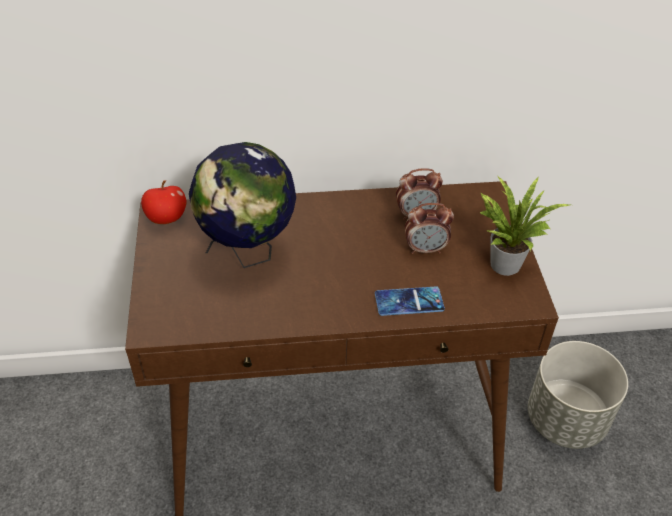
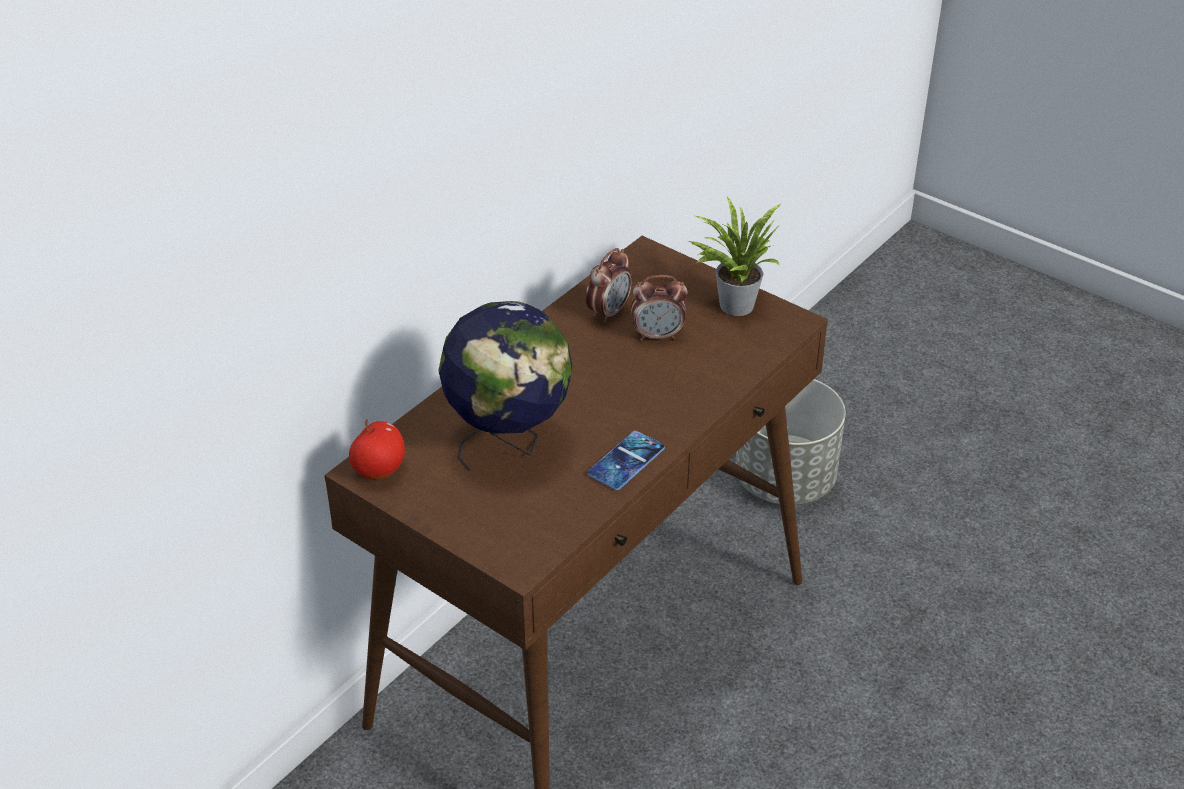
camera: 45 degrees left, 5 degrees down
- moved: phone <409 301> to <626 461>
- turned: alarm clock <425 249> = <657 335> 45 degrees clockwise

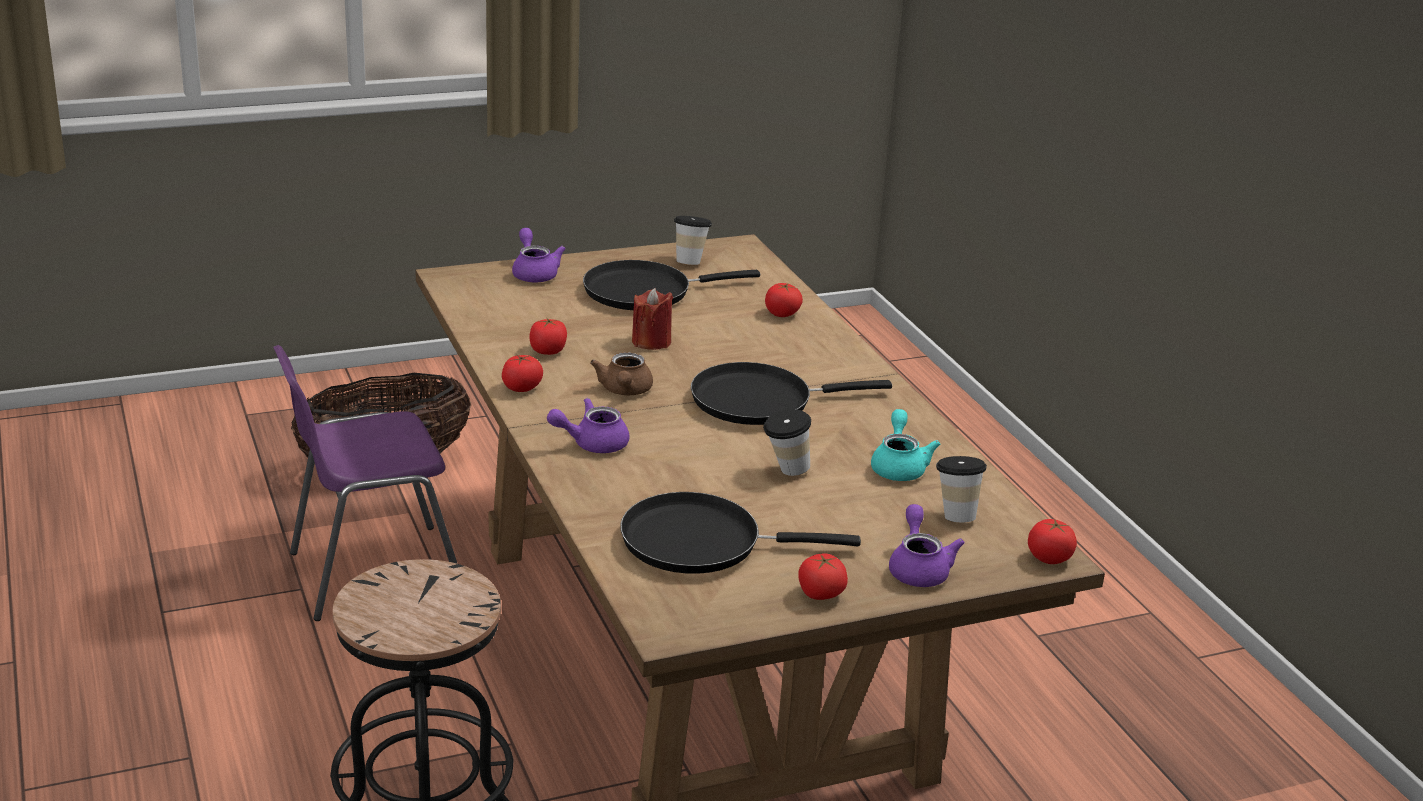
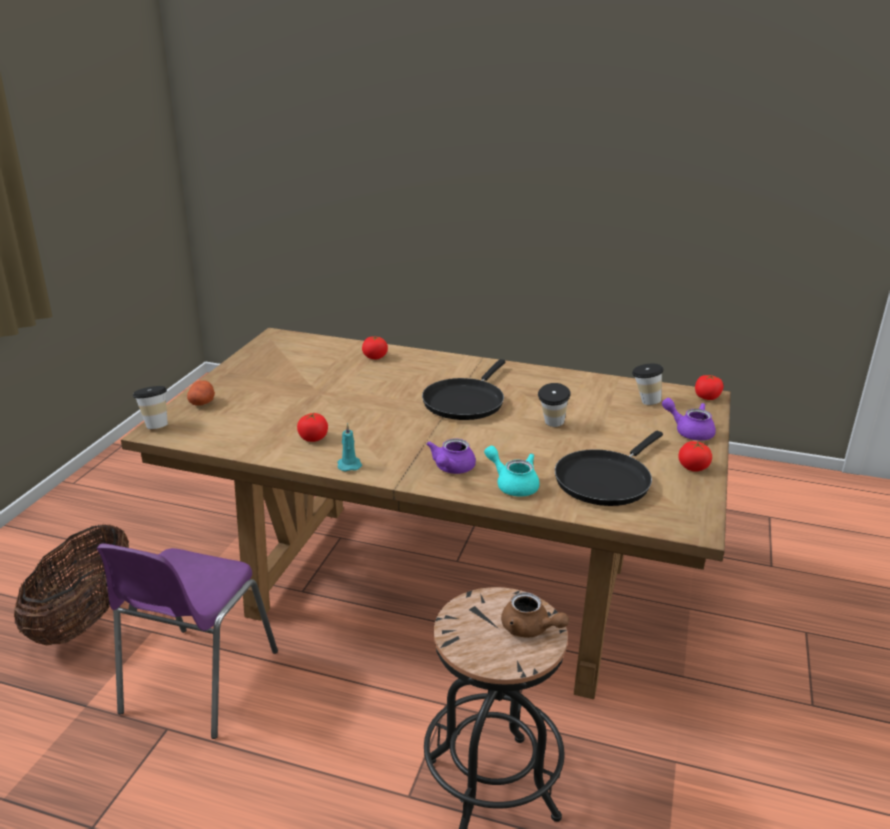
camera: 50 degrees left, 0 degrees up
- moved: cup <690 261> to <155 425>
- replaced: teapot (purple) <534 273> to potato <202 403>
- replaced: tomato <522 388> to candle (turquoise) <349 465>
- moved: teapot (turquoise) <899 466> to <513 484>
- moved: teapot (brown) <624 391> to <530 629>
- removed: frying pan (black) <644 292>
- removed: candle (red) <651 342>

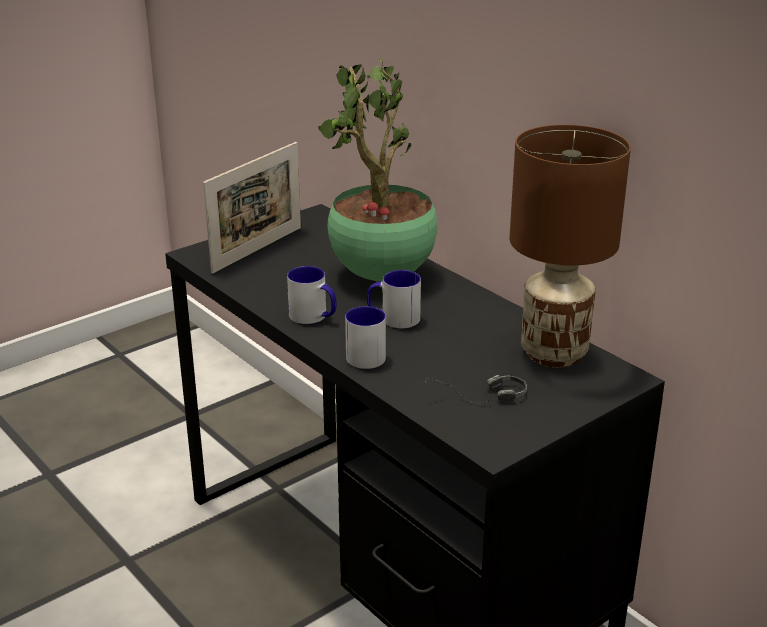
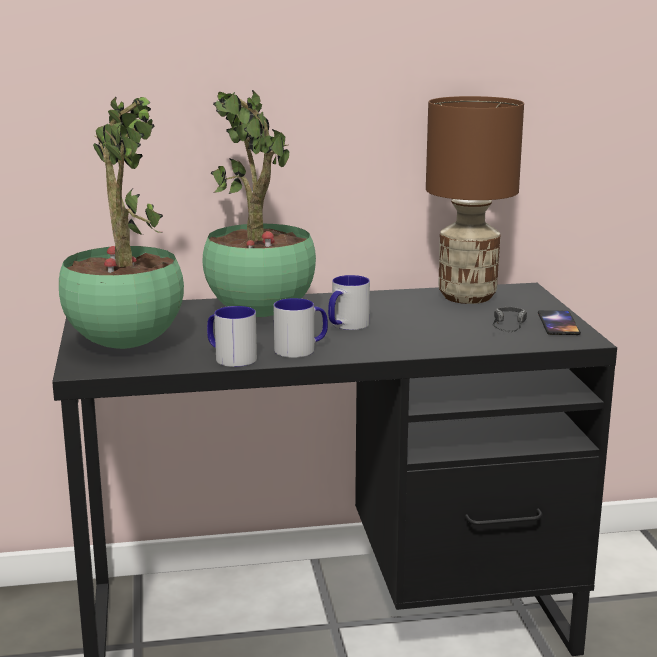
camera: 60 degrees left, 10 degrees down
- replaced: picture frame <257 249> to potted plant <124 343>
- moved: mug <367 354> to <230 357>
- added: phone <558 323>

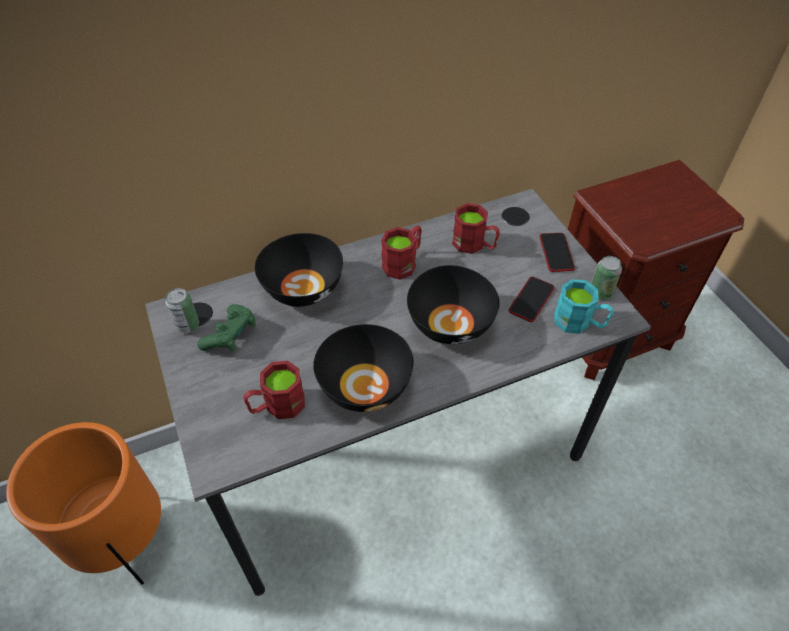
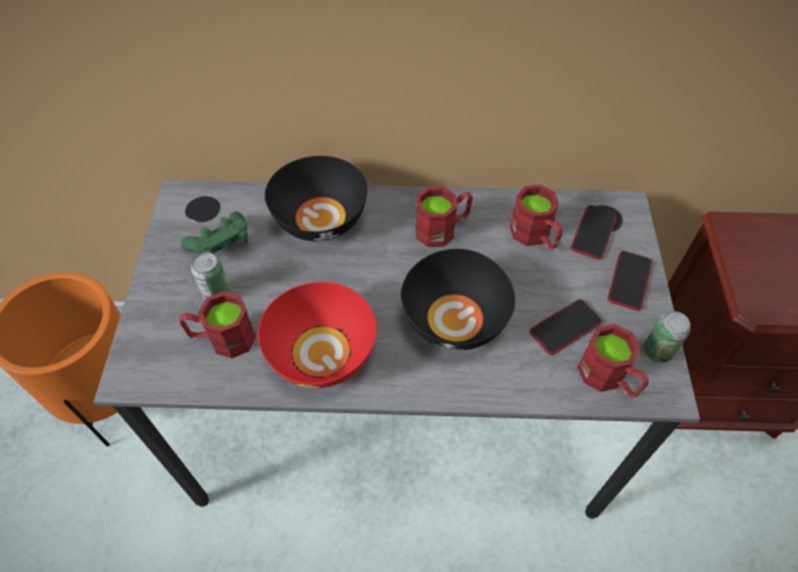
camera: 25 degrees right, 5 degrees up
- moved: can <187 325> to <217 293>
- recoloured: bowl (black) <365 384> to bowl (red) <323 352>
- added: phone <593 232>
- recoloured: mug (turquoise) <579 322> to mug (red) <608 378>

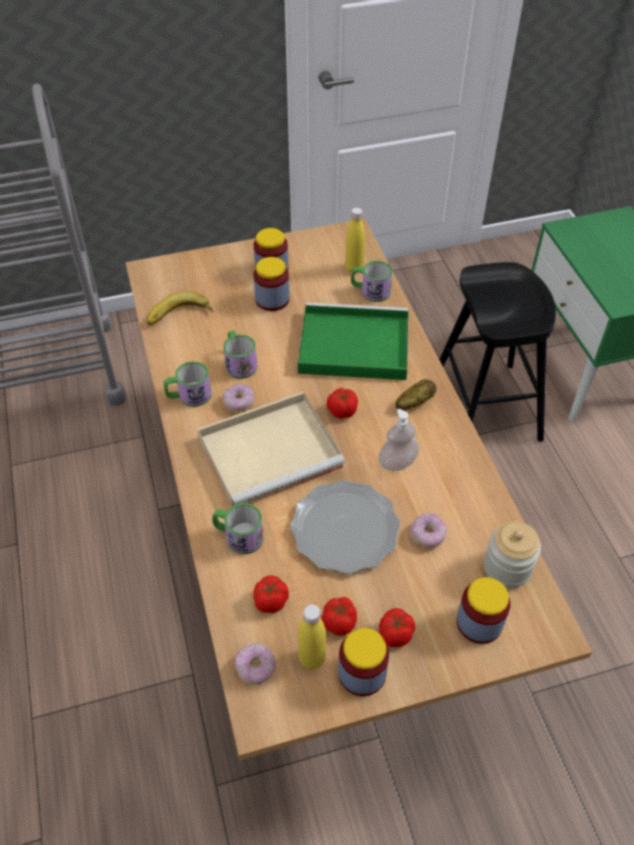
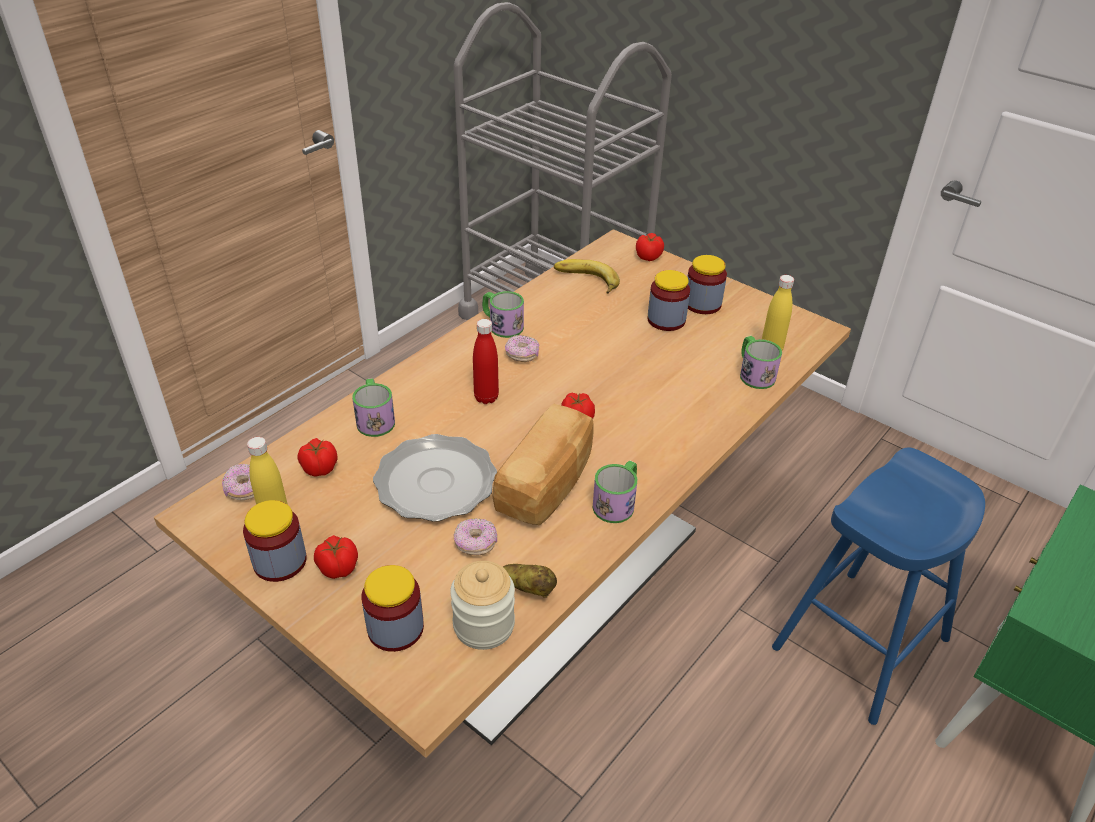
camera: 55 degrees right, 10 degrees down
- replaced: tray (beige) <272 451> to bottle (red) <486 398>
- replaced: soap dispenser <397 463> to bread <548 484>
- moved: potato <414 403> to <528 588>
- moved: mug <239 363> to <617 502>
- moved: tomato <339 622> to <649 257>
- recoloured: stool (black) <486 406> to stool (blue) <861 643>
- removed: tray (green) <351 346>

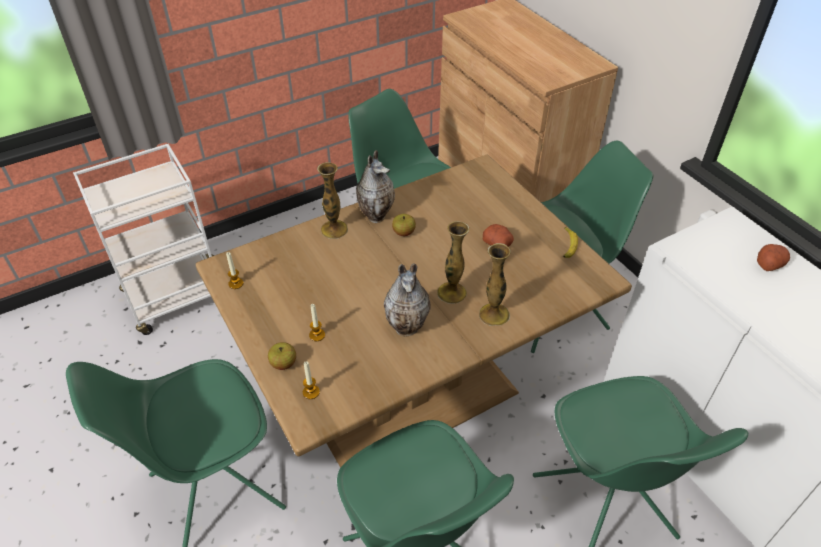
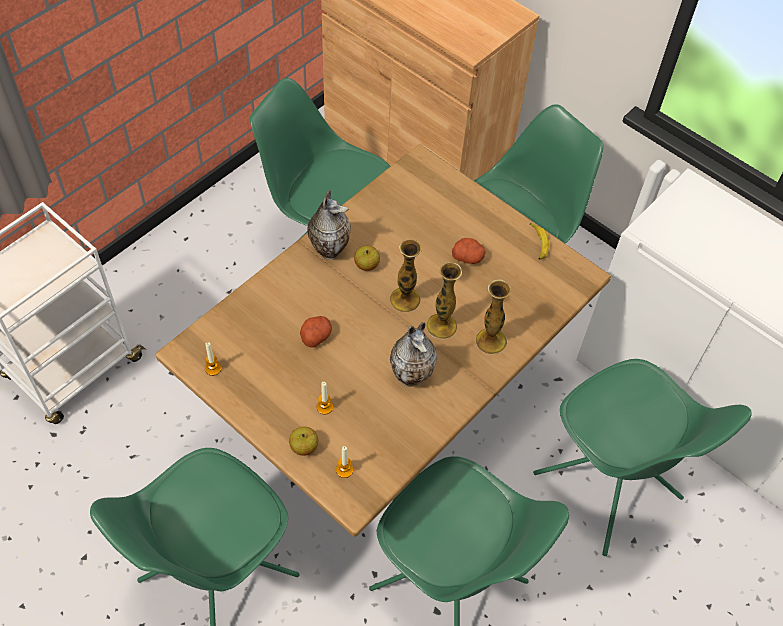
camera: 20 degrees left, 10 degrees up
- moved: potato <769 264> to <316 336>
- moved: vase <334 229> to <405 299>

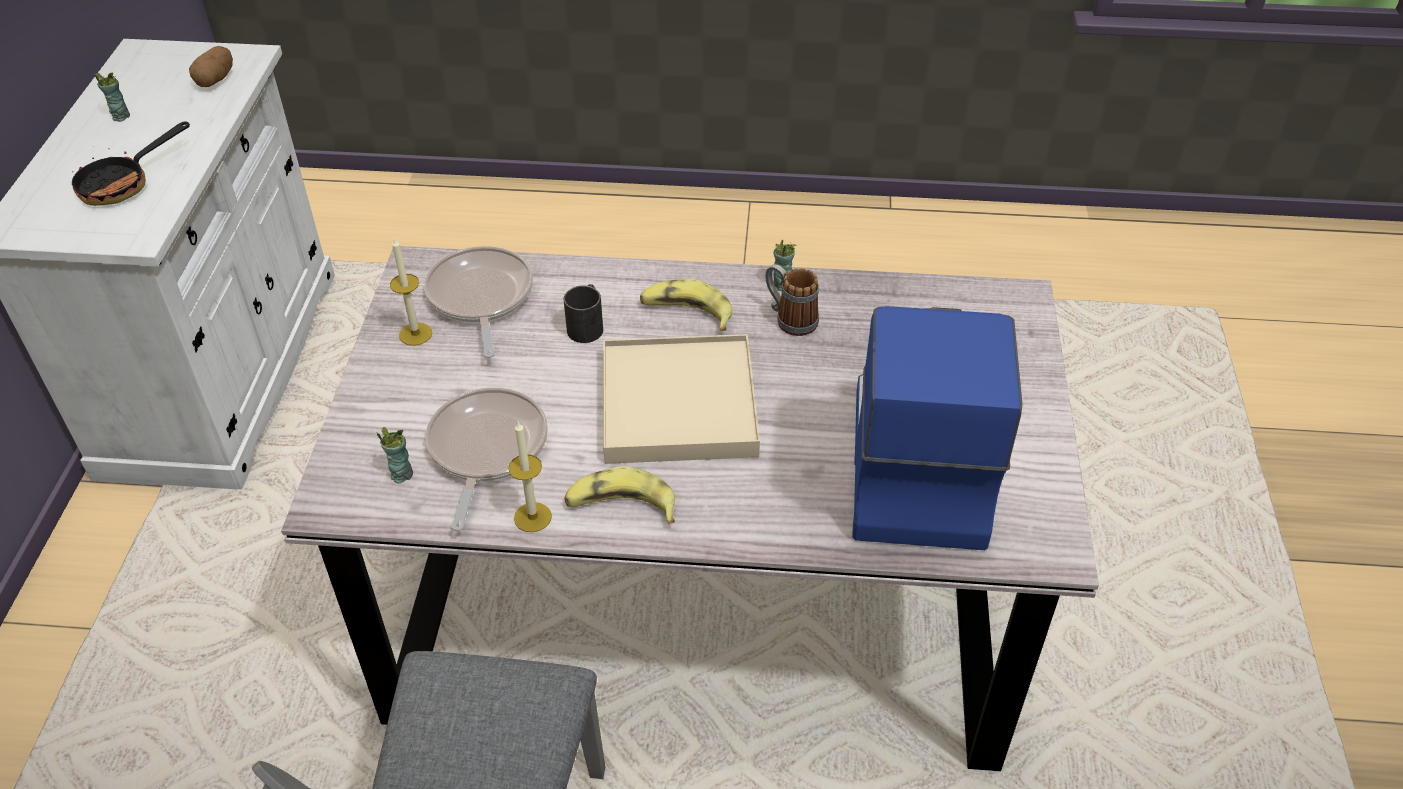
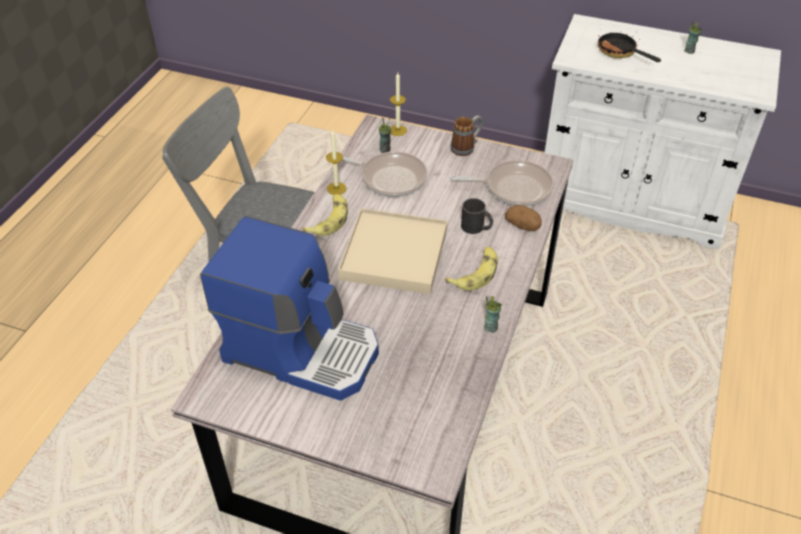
camera: 105 degrees right, 0 degrees up
- moved: candle <415 334> to <397 130>
- moved: mug <789 319> to <466 147>
- moved: potato <216 79> to <523 226>

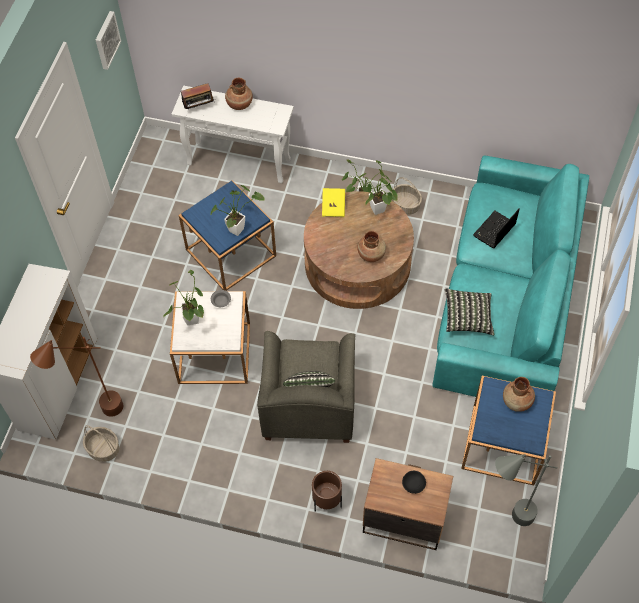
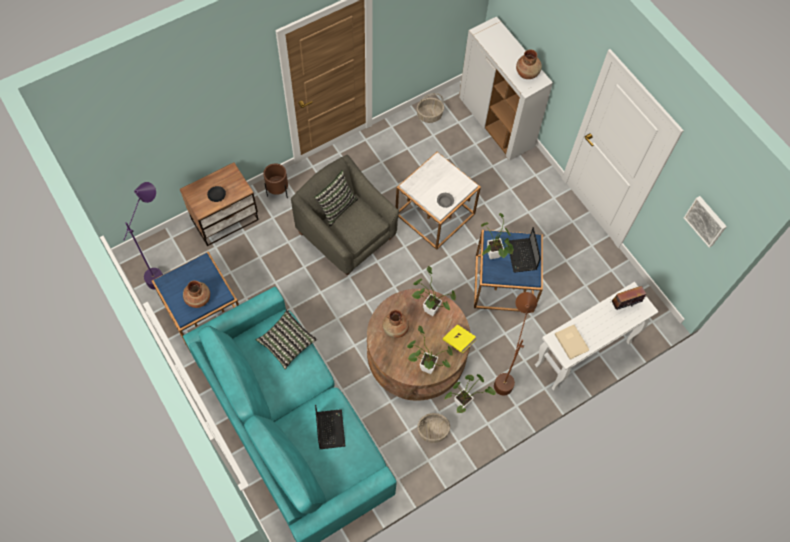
camera: 130 degrees right, 5 degrees up
- recoloured: floor lamp (grey) <505 520> to floor lamp (purple) <164 268>
- moved: potted plant <192 323> to <428 308>
- moved: floor lamp (brown) <96 416> to <504 371>
- added: laptop <522 256>
- moved: vase (brown) <239 104> to <527 73>
- added: book (beige) <572 341>
- turned: radio <199 107> = <624 304> 45 degrees clockwise

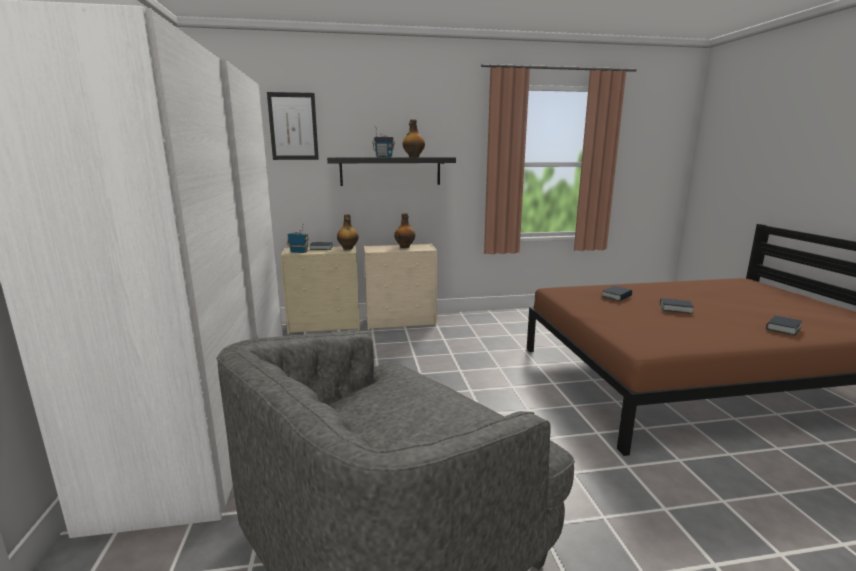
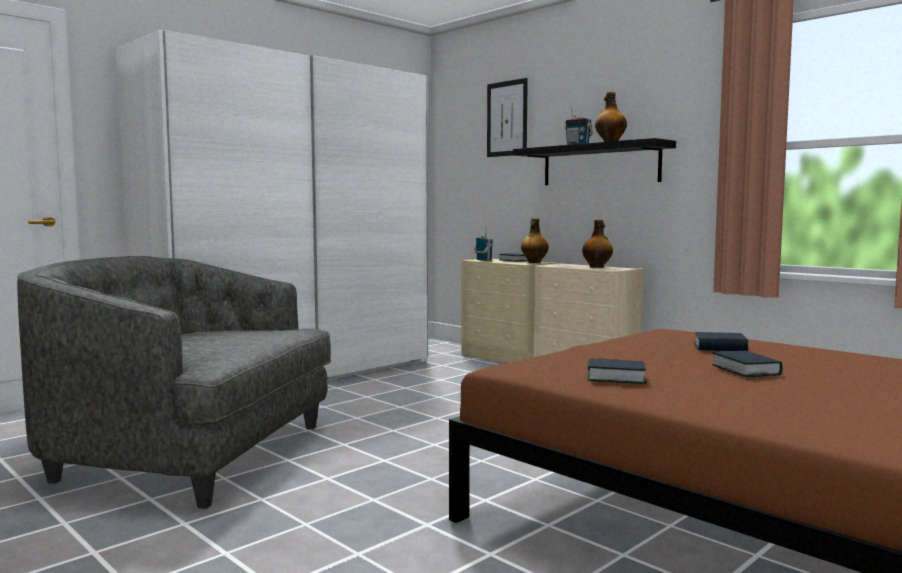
camera: 55 degrees right, 10 degrees down
- moved: book <783 329> to <615 378>

